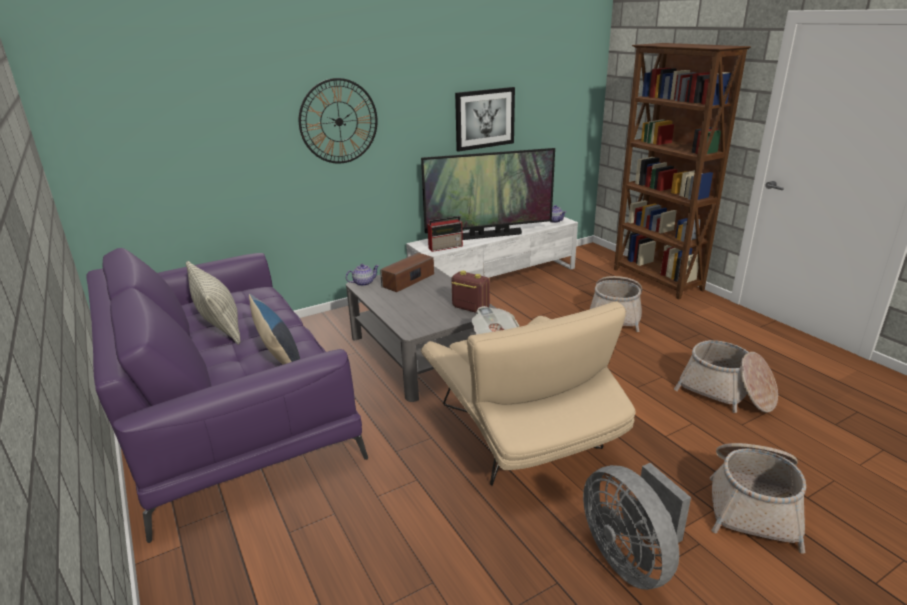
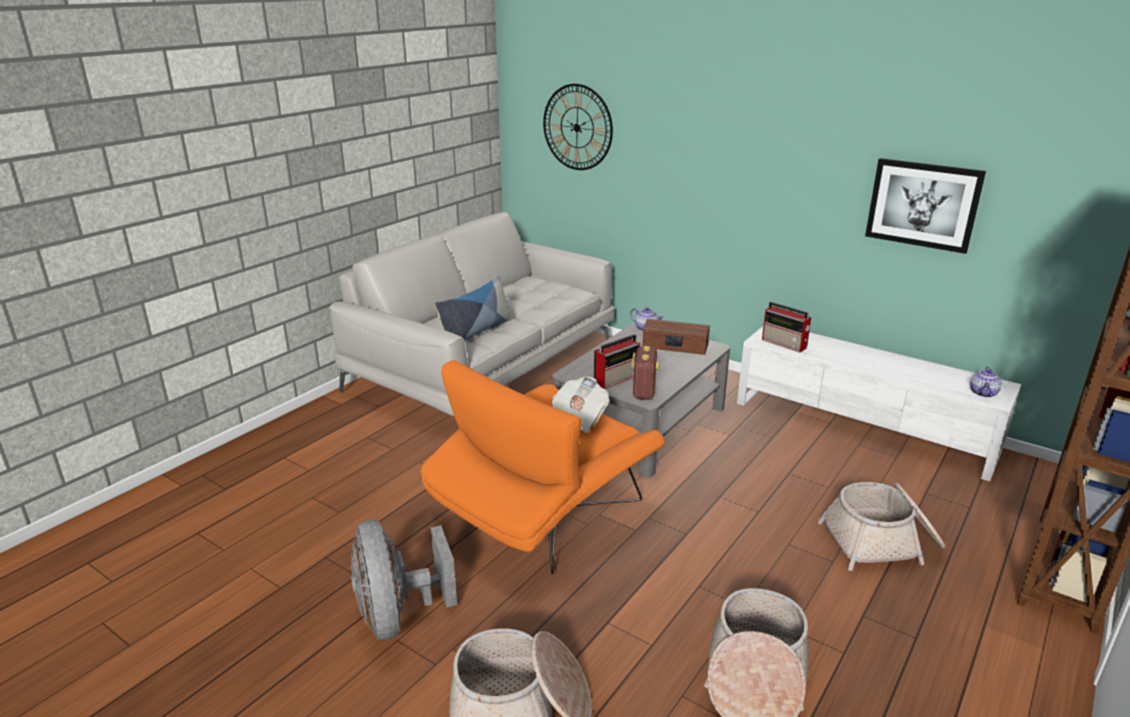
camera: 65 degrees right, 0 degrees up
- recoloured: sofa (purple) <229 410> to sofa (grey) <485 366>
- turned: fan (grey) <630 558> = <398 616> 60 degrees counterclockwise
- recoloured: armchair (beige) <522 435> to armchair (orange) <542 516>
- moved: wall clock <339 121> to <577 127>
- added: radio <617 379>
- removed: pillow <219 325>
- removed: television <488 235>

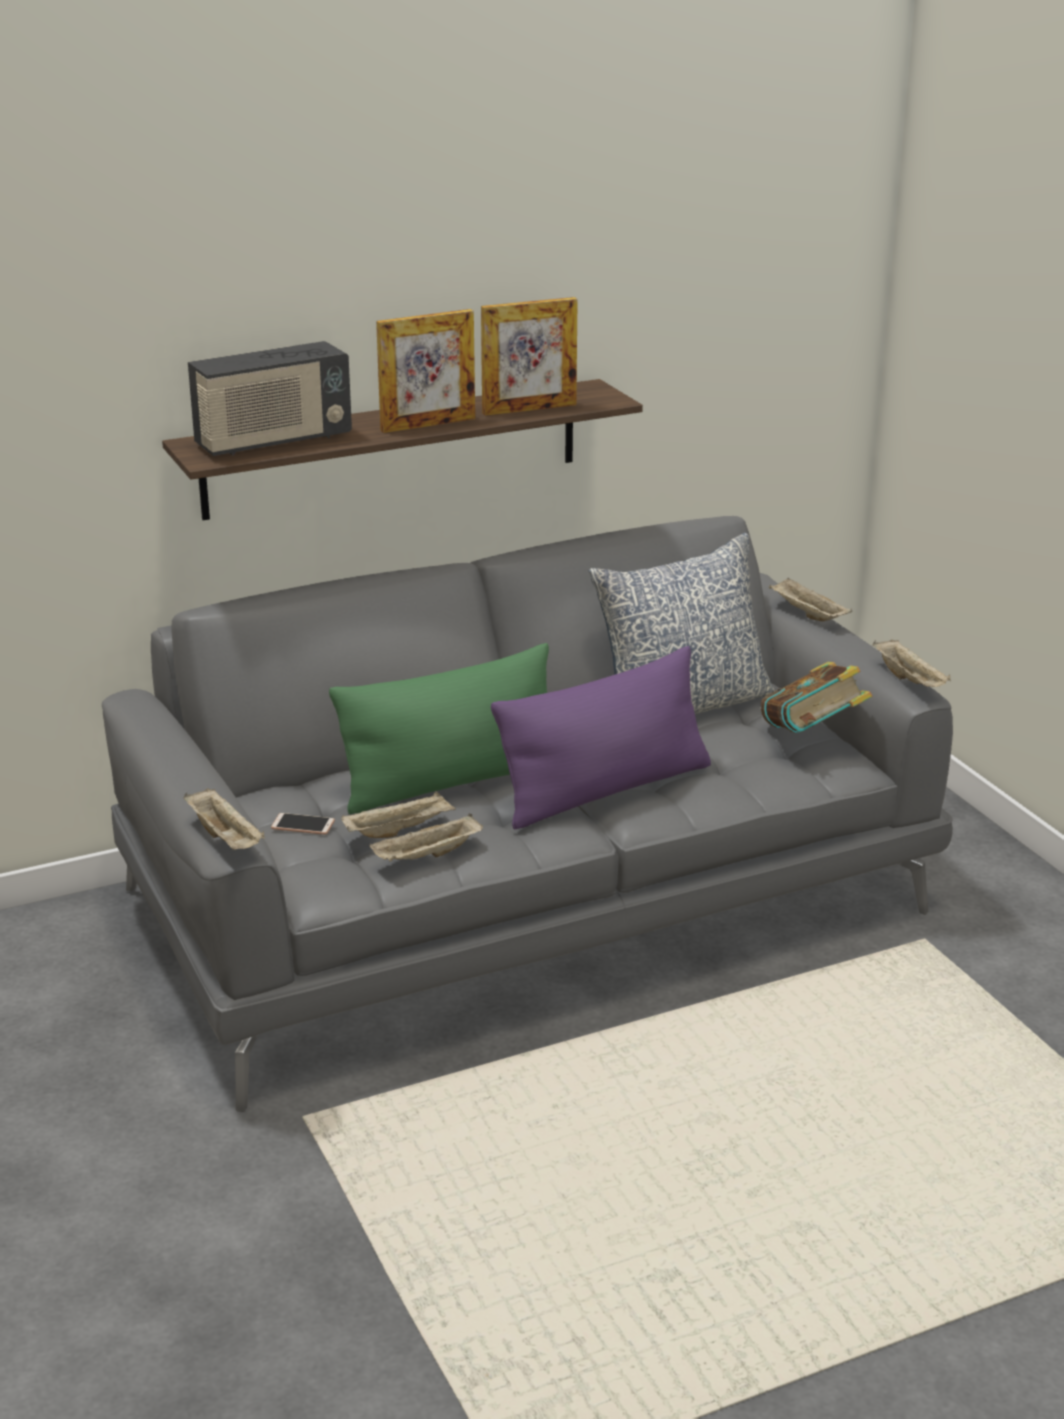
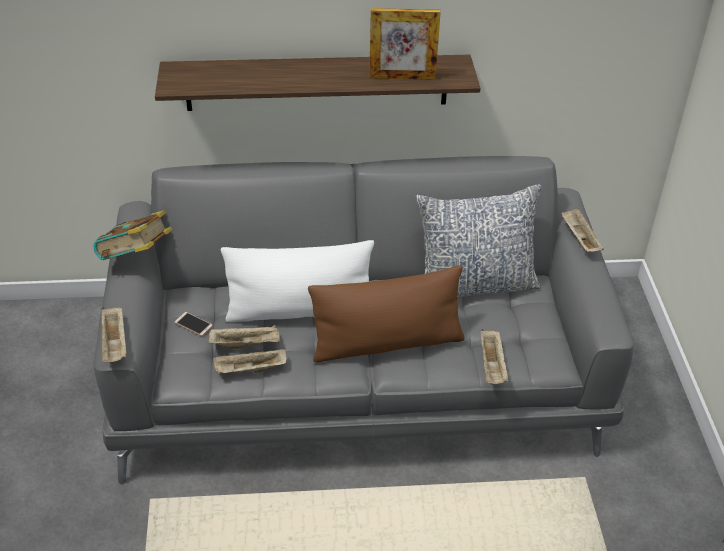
camera: 20 degrees right, 15 degrees up
- moved: book <812 736> to <136 258>
- recoloured: pillow (green) <453 781> to pillow (white) <300 311>
- recoloured: pillow (purple) <605 790> to pillow (brown) <387 343>
- moved: tray (beige) <910 680> to <492 365>
- removed: radio <273 442>
- removed: picture frame <428 424>

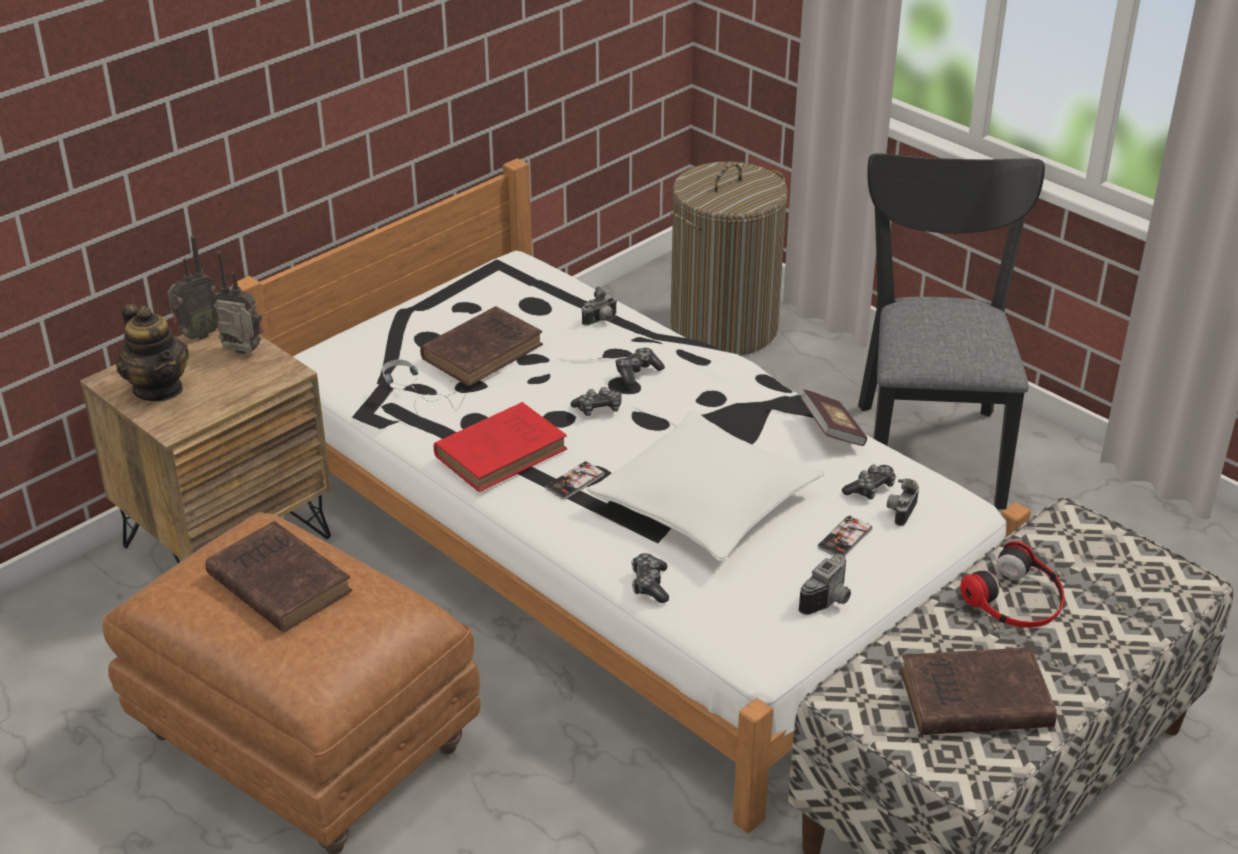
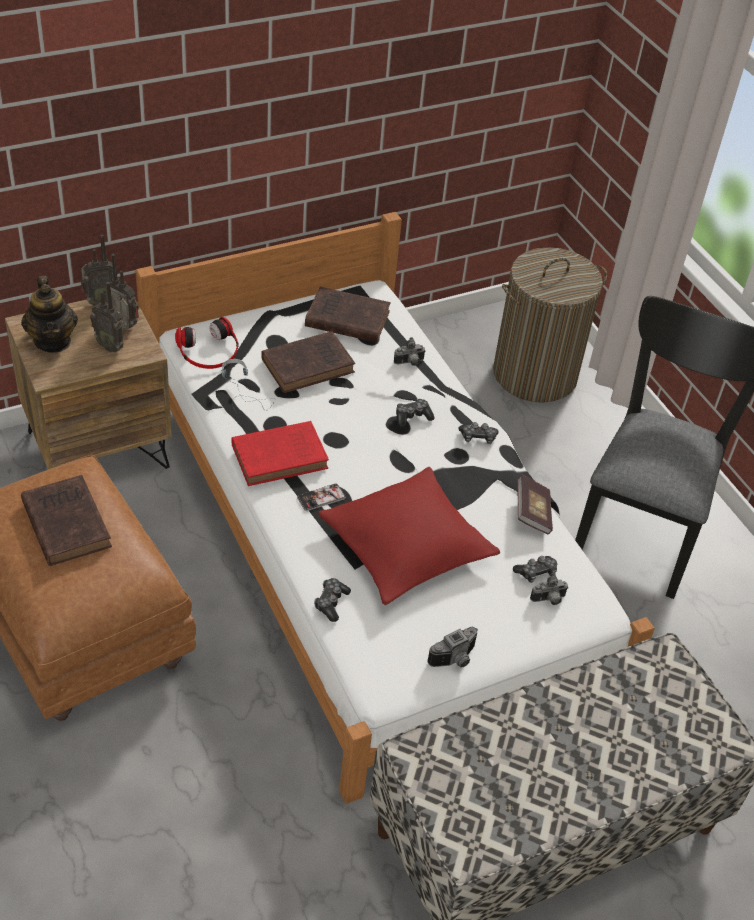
camera: 15 degrees right, 10 degrees up
- added: radio <111 346>
- moved: headphones <1017 598> to <209 350>
- moved: book (brown) <971 699> to <345 319>
- recoloured: pillow (white) <705 503> to pillow (red) <406 546>
- moved: game controller <598 409> to <478 437>
- turned: photo camera <900 512> = <548 600> 150 degrees counterclockwise
- removed: phone <844 538>

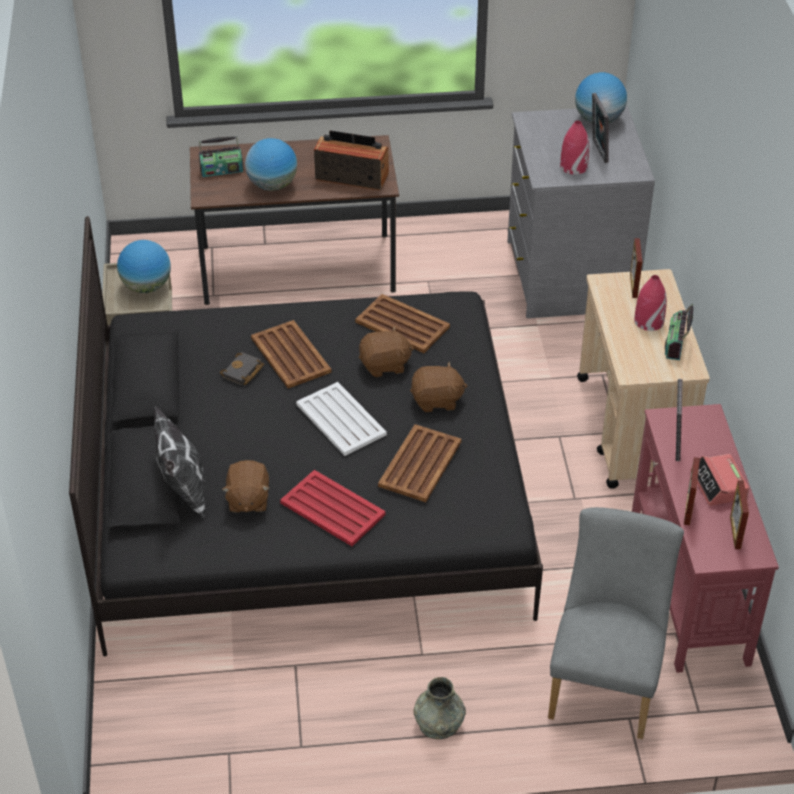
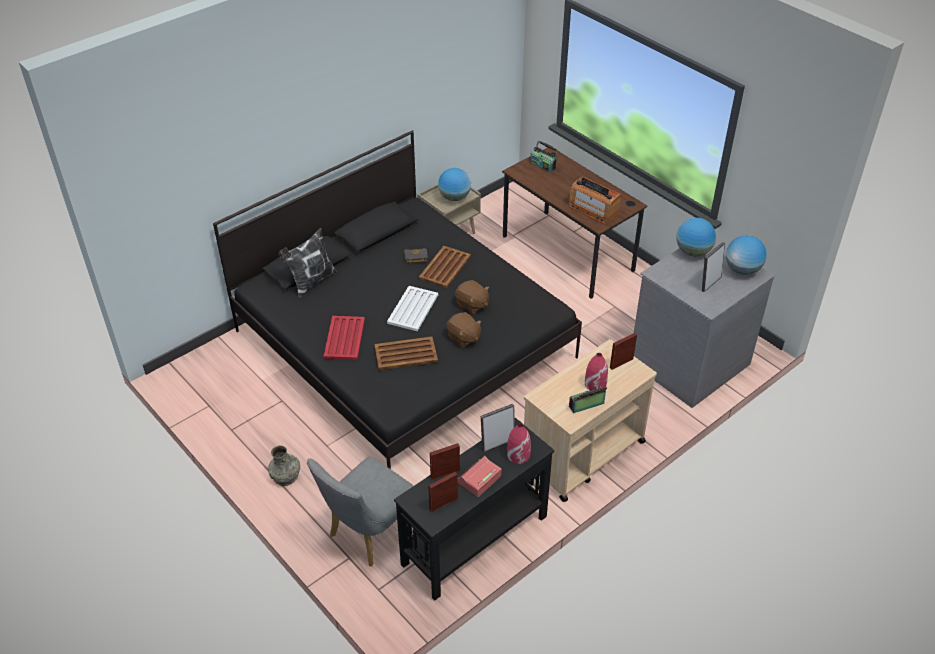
camera: 55 degrees right, 0 degrees up
- turned: chair (grey) <605 681> = <368 534> 150 degrees clockwise
- recoloured: console table (red) <688 586> to console table (black) <474 540>
- moved: vase (red) <573 166> to <518 454>
- turned: radio <352 176> = <593 210> 150 degrees clockwise
- moved: globe <272 185> to <693 252>
- removed: plush toy (brown) <247 500>
- removed: tray (brown) <402 324>

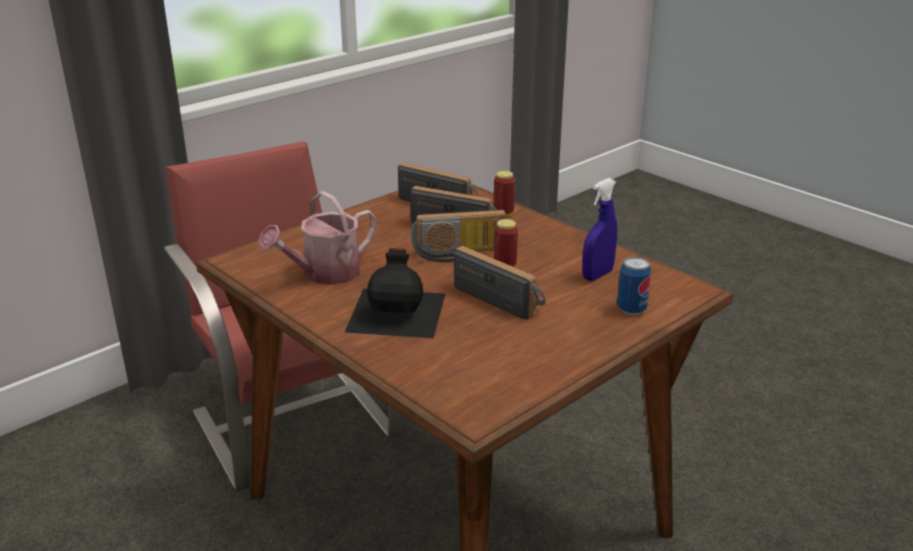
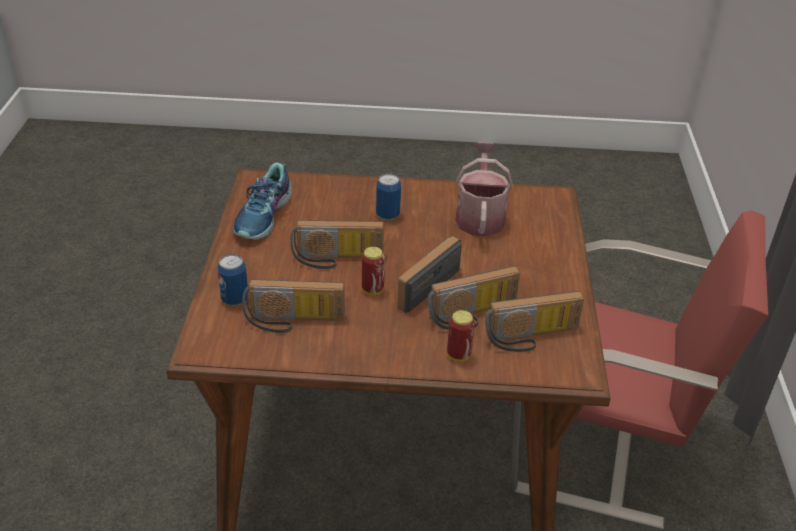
camera: 135 degrees right, 10 degrees up
- added: shoe <264 216>
- replaced: spray bottle (blue) <597 275> to radio <293 322>
- replaced: bottle (black) <398 311> to can <388 215>

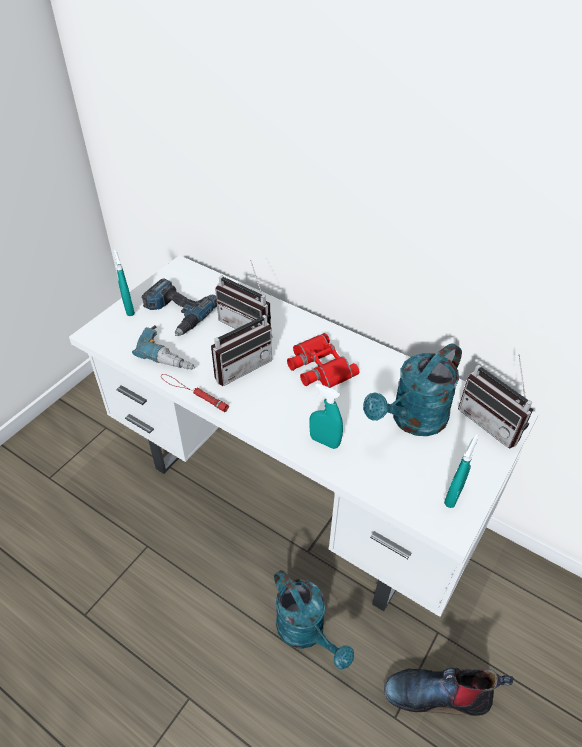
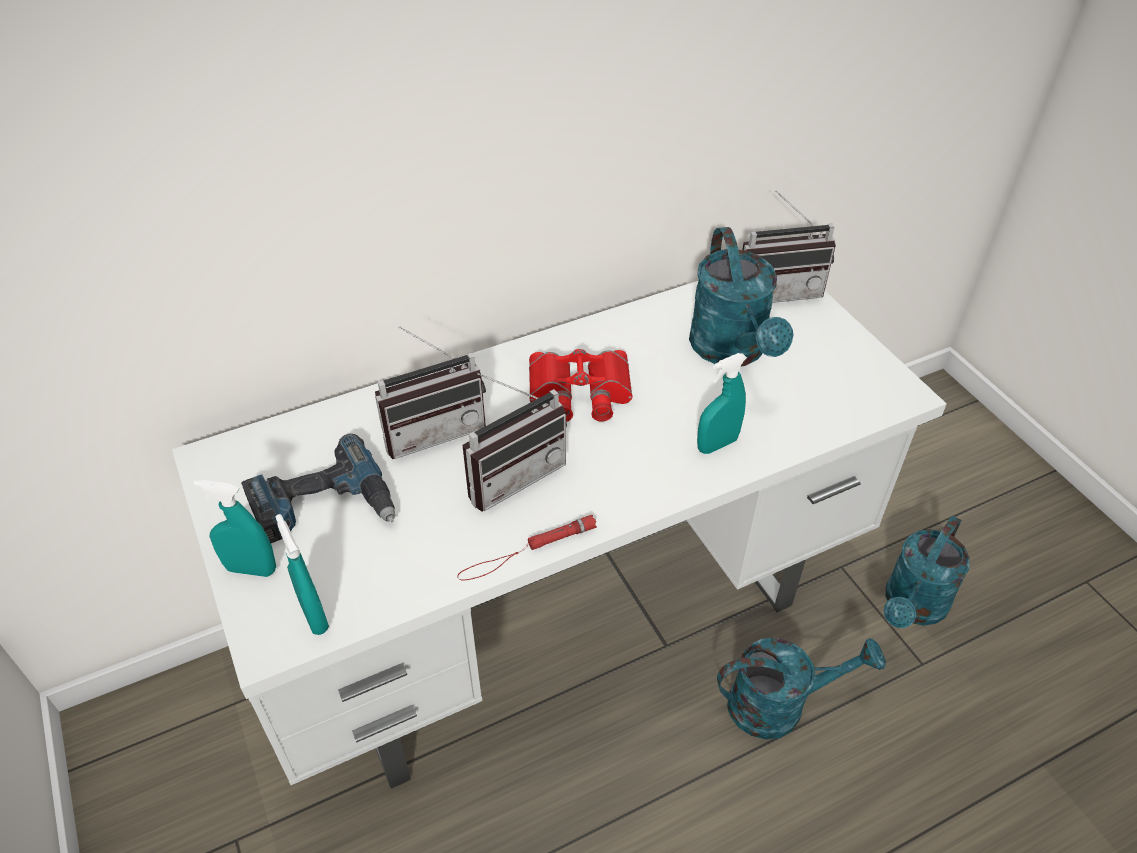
camera: 60 degrees left, 0 degrees up
- moved: spray bottle (turquoise) <453 496> to <314 615>
- turned: radio <240 365> = <511 473> 60 degrees clockwise
- replaced: boot <438 694> to watering can (turquoise) <912 607>
- removed: power drill <170 354>

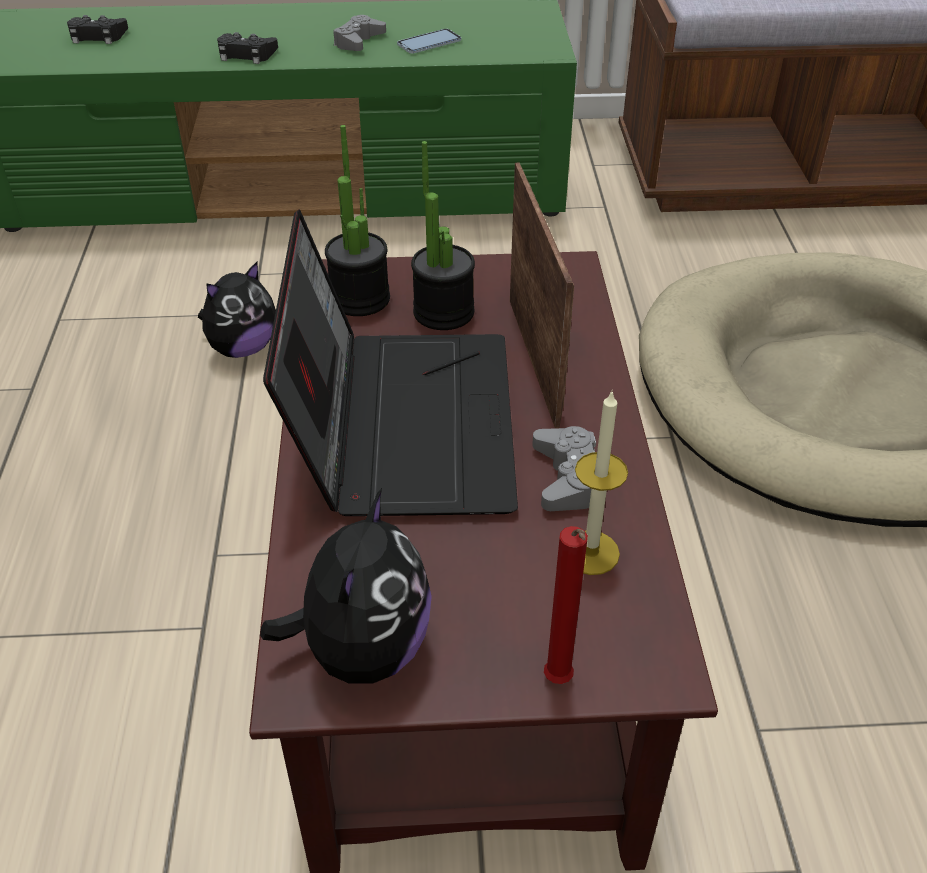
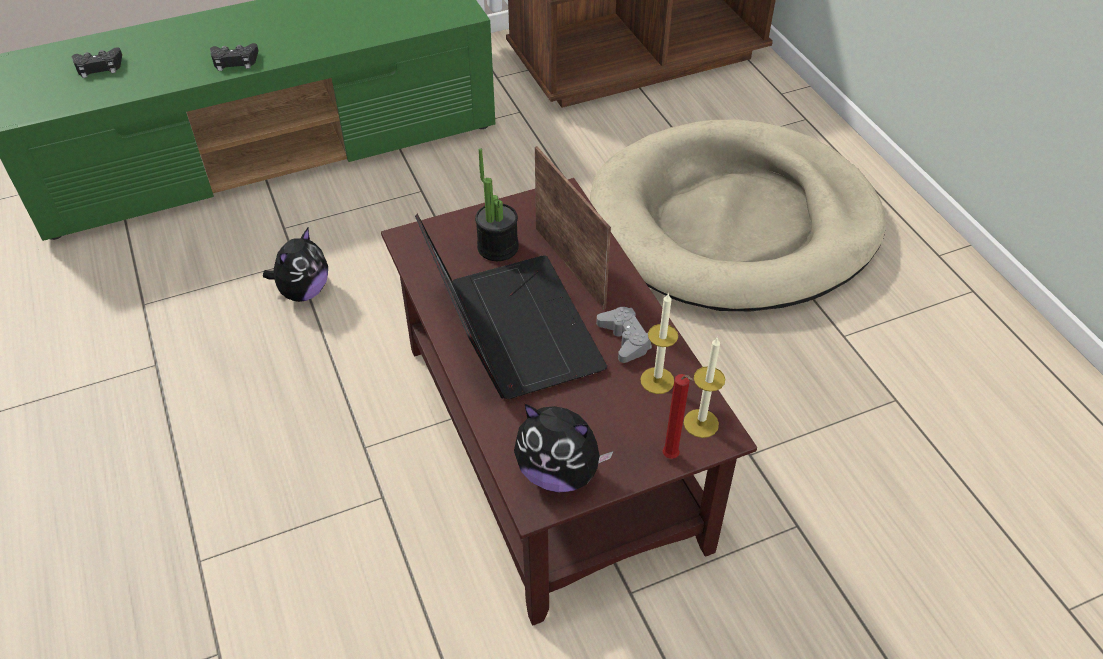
camera: 20 degrees left, 5 degrees up
- turned: plush toy <362 649> = <559 472> 120 degrees clockwise
- added: candle <701 423>
- removed: potted plant <360 299>
- removed: game controller (grey) <358 41>
- removed: phone <429 43>

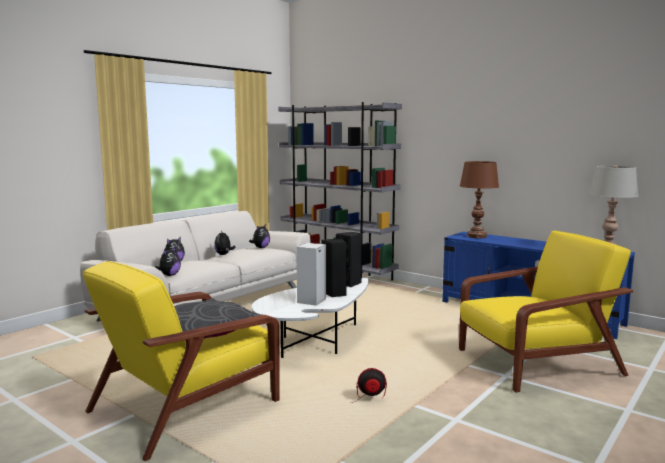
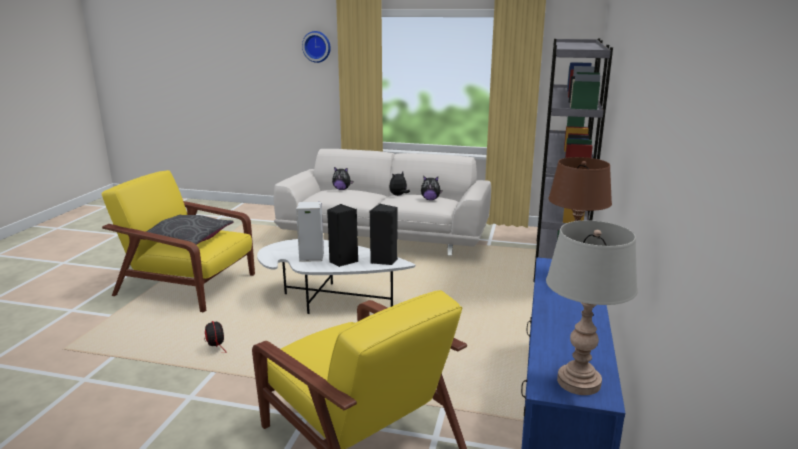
camera: 65 degrees right, 10 degrees up
- added: wall clock <317 46>
- removed: plush toy <169 275>

